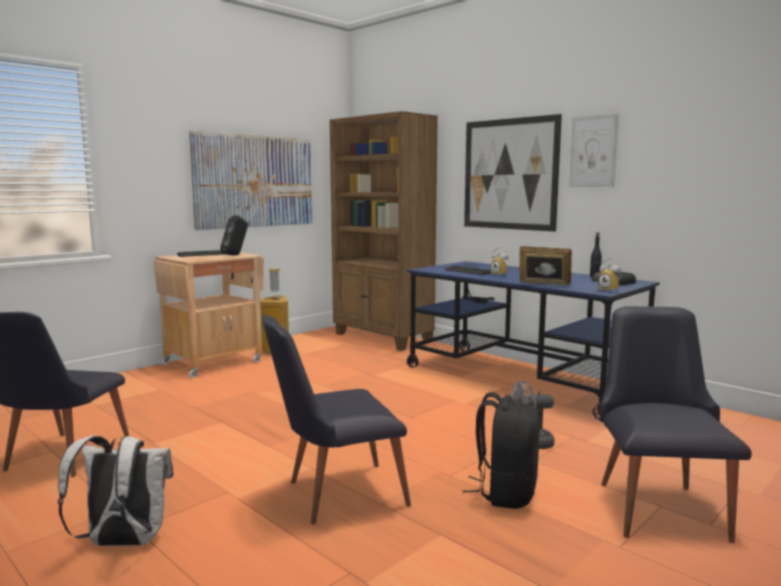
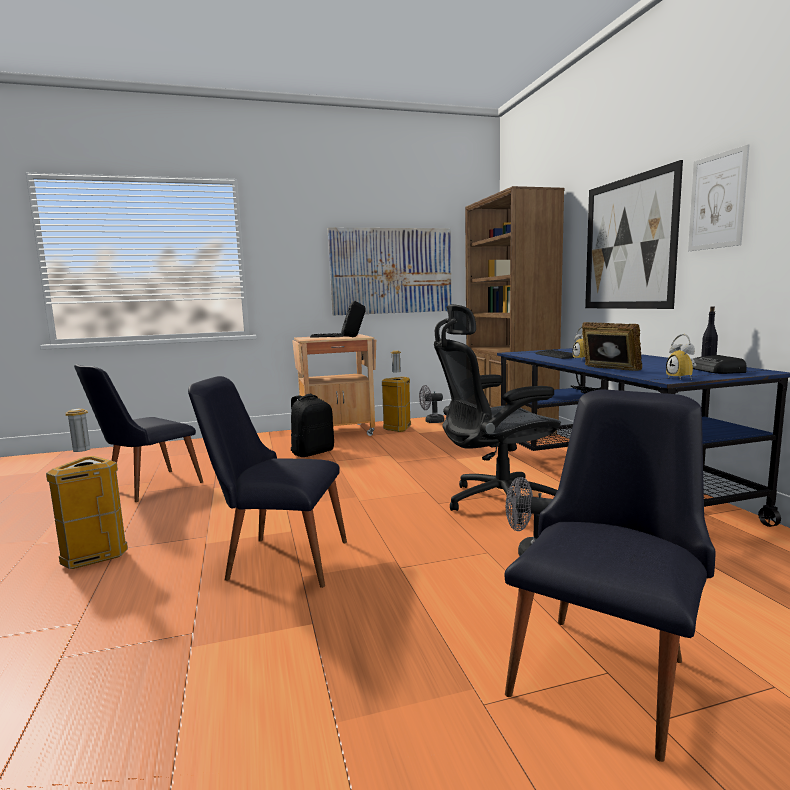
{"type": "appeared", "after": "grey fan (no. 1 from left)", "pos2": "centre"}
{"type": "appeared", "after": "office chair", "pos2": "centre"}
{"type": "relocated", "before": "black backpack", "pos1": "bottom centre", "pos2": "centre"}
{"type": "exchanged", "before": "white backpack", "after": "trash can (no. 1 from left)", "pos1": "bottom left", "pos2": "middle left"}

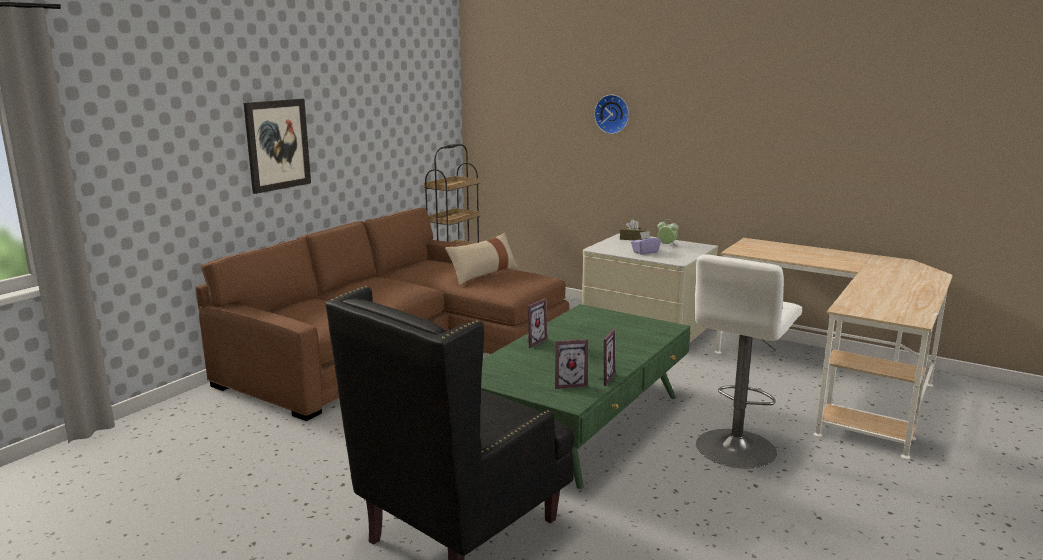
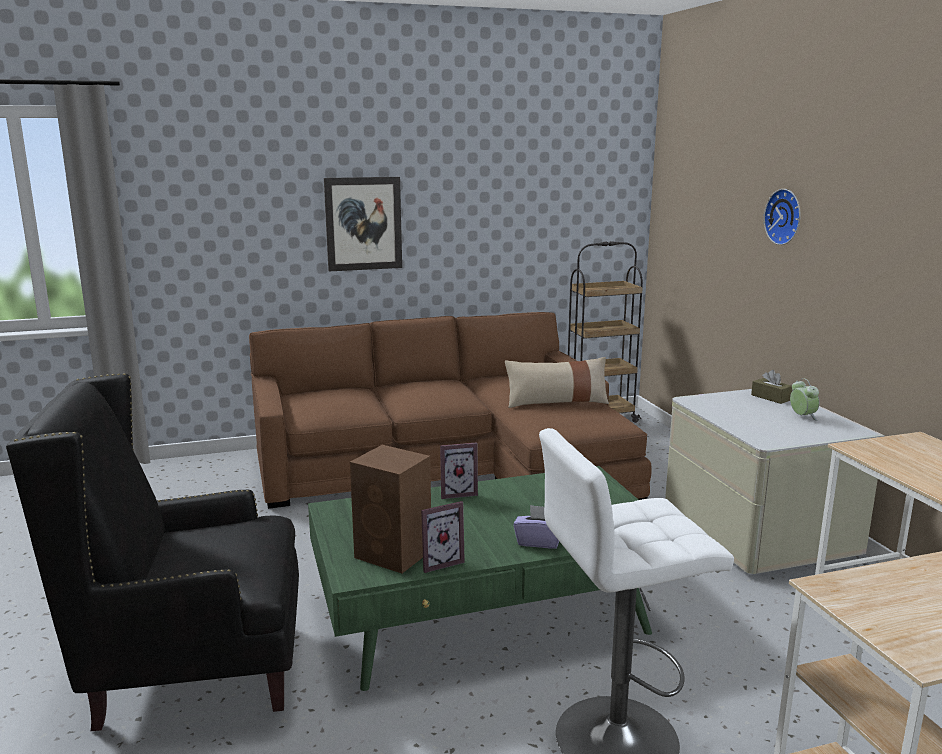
{"type": "relocated", "before": "purple tissue box", "pos1": "centre", "pos2": "bottom centre"}
{"type": "exchanged", "before": "picture frame (no. 2 from left)", "after": "brown speaker", "pos1": "centre", "pos2": "bottom centre"}

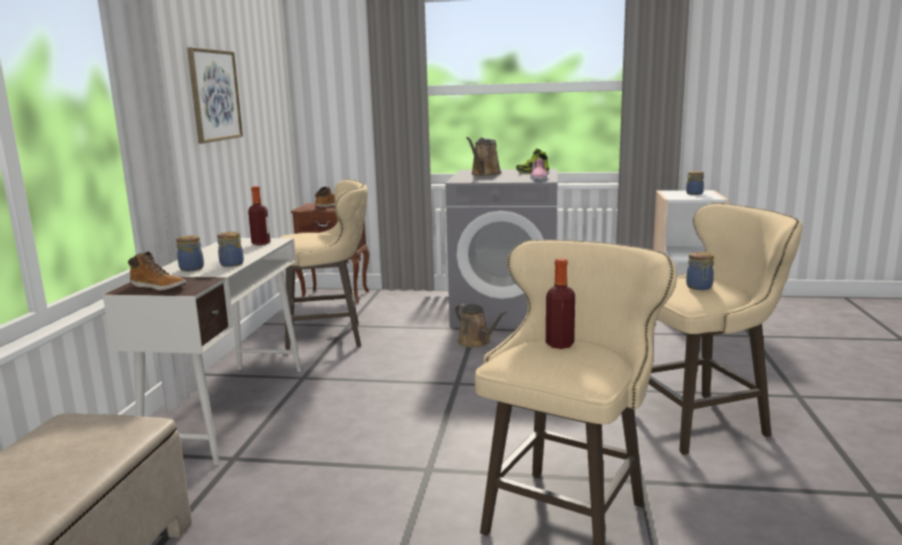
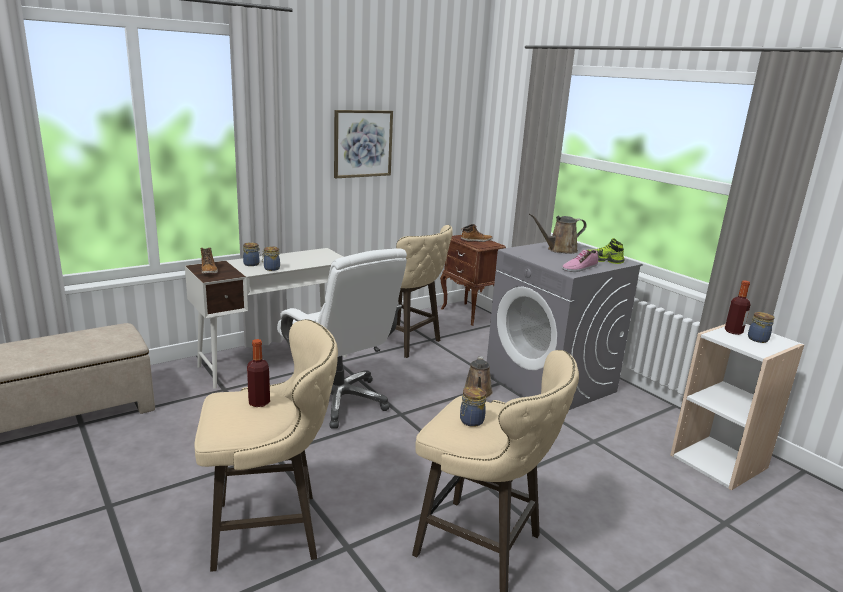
{"type": "appeared", "after": "white office chair", "pos2": "centre"}
{"type": "relocated", "before": "bottle (no. 1 from left in the first image)", "after": "bottle (no. 2 from left)", "pos1": "middle left", "pos2": "middle right"}

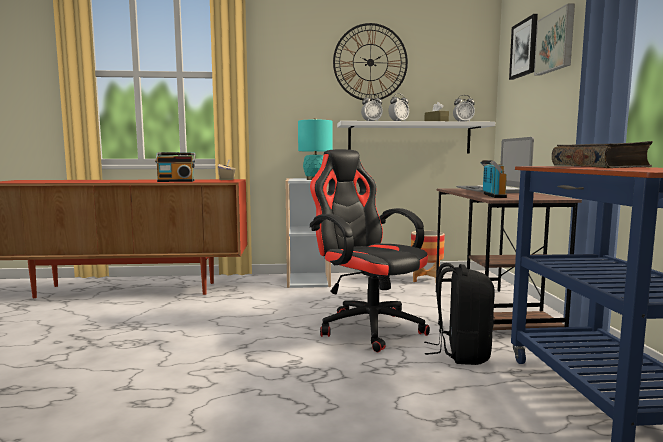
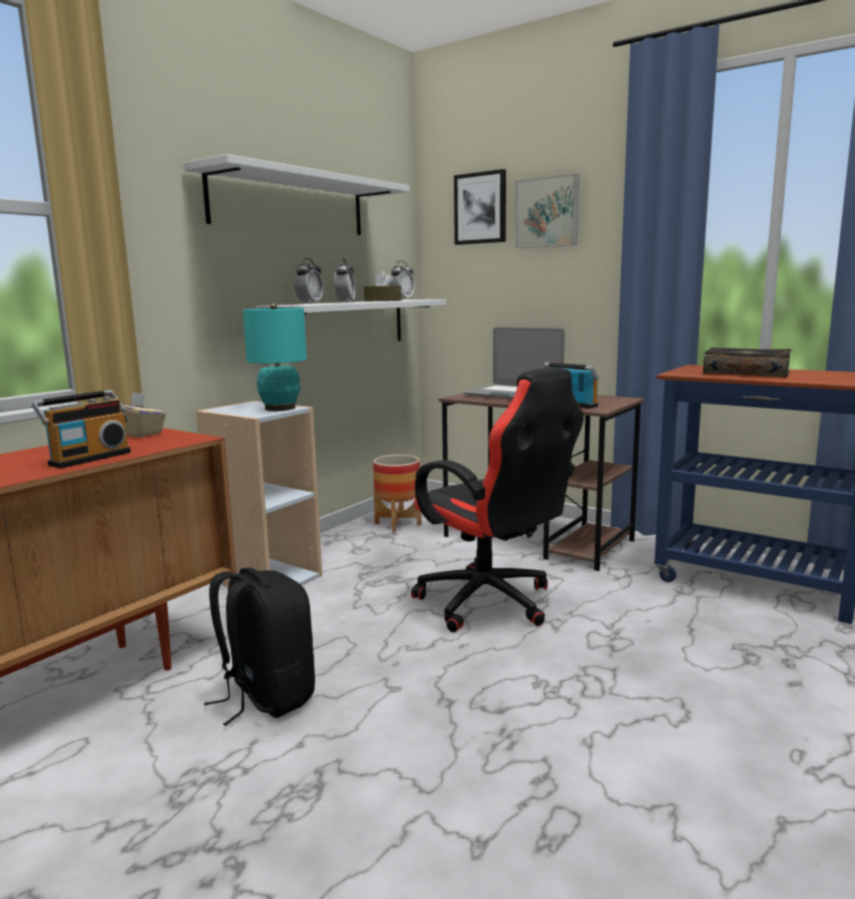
{"type": "relocated", "before": "black backpack", "pos1": "bottom right", "pos2": "bottom left"}
{"type": "exchanged", "before": "wall clock", "after": "white shelf (no. 1 from left)", "pos1": "top centre", "pos2": "top centre"}
{"type": "spun", "before": "black office chair", "pos1": "centre", "pos2": "centre", "turn": -135}

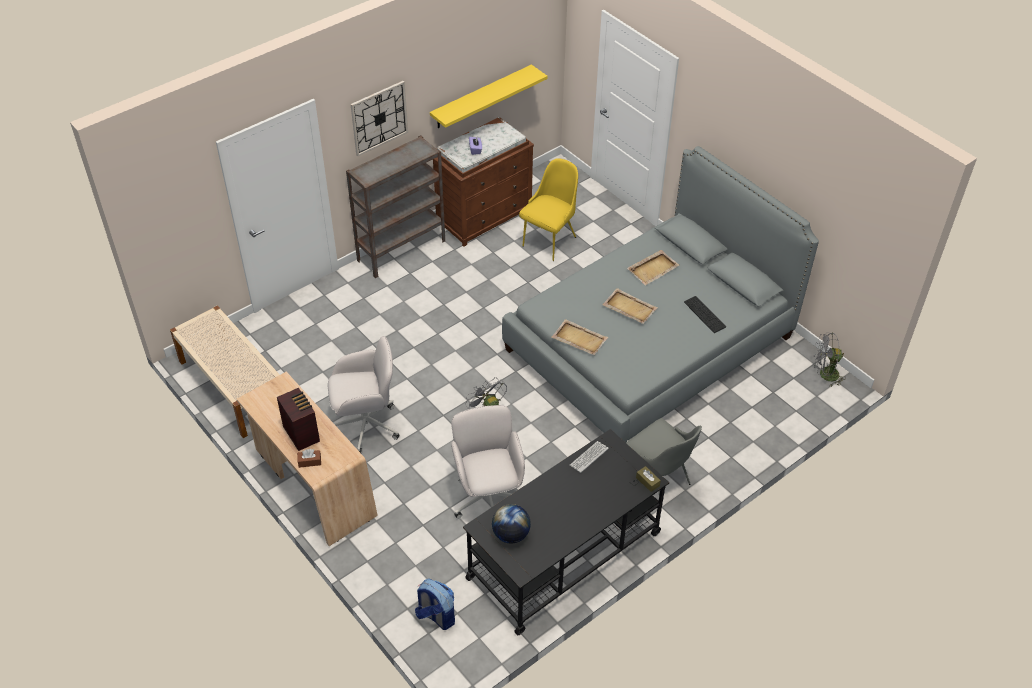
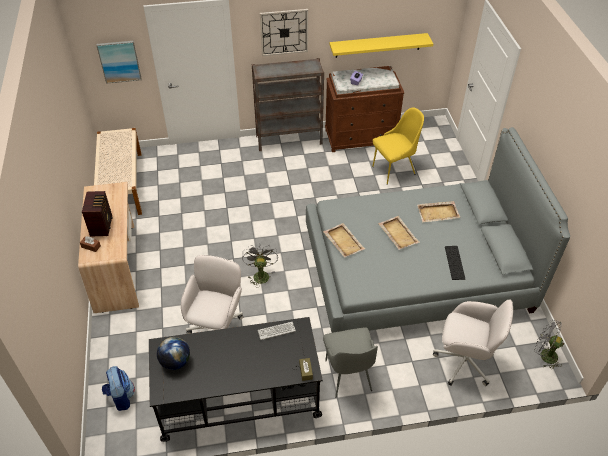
{"type": "appeared", "after": "picture", "pos2": "top left"}
{"type": "relocated", "before": "white office chair (no. 1 from left in the first image)", "after": "white office chair (no. 2 from left)", "pos1": "centre", "pos2": "bottom right"}

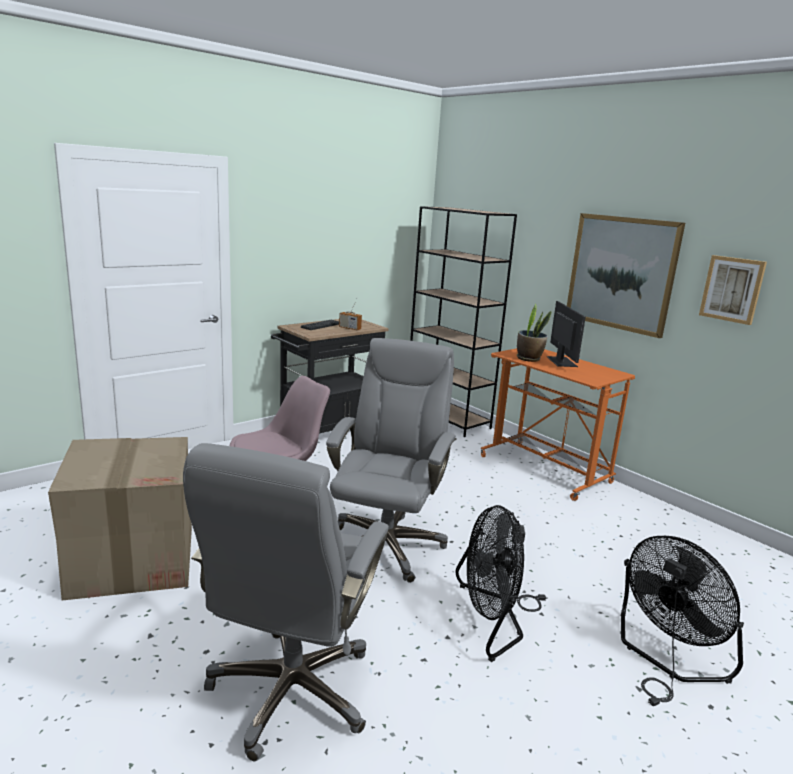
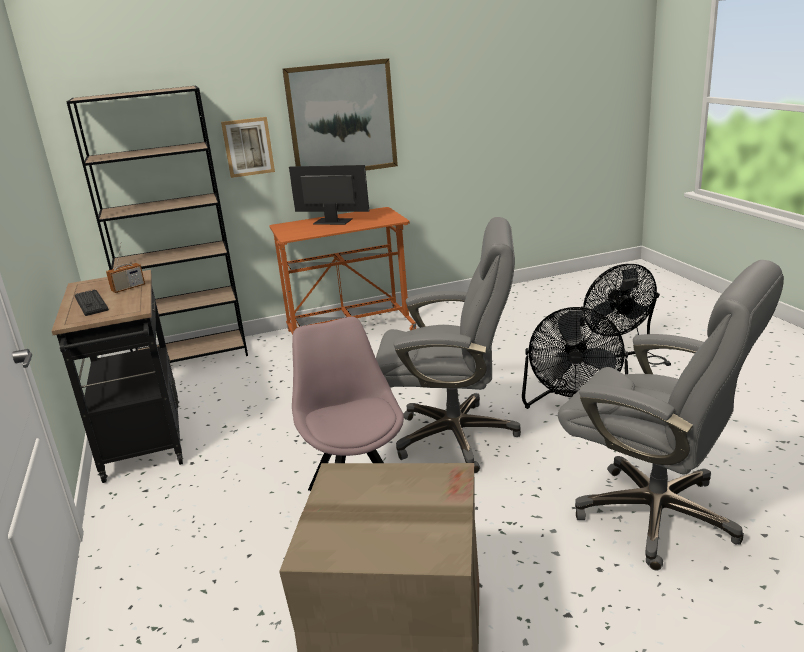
{"type": "missing", "before": "potted plant", "pos1": "middle right"}
{"type": "relocated", "before": "picture (no. 2 from left in the first image)", "after": "picture (no. 1 from left)", "pos1": "middle right", "pos2": "top left"}
{"type": "spun", "before": "grey office chair (no. 2 from left in the first image)", "pos1": "centre", "pos2": "centre", "turn": 150}

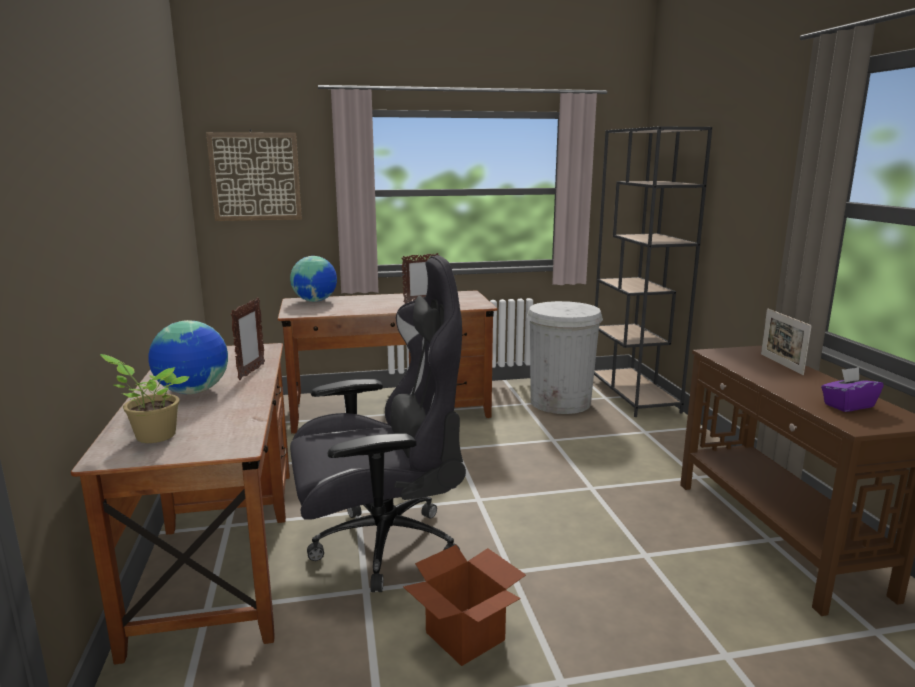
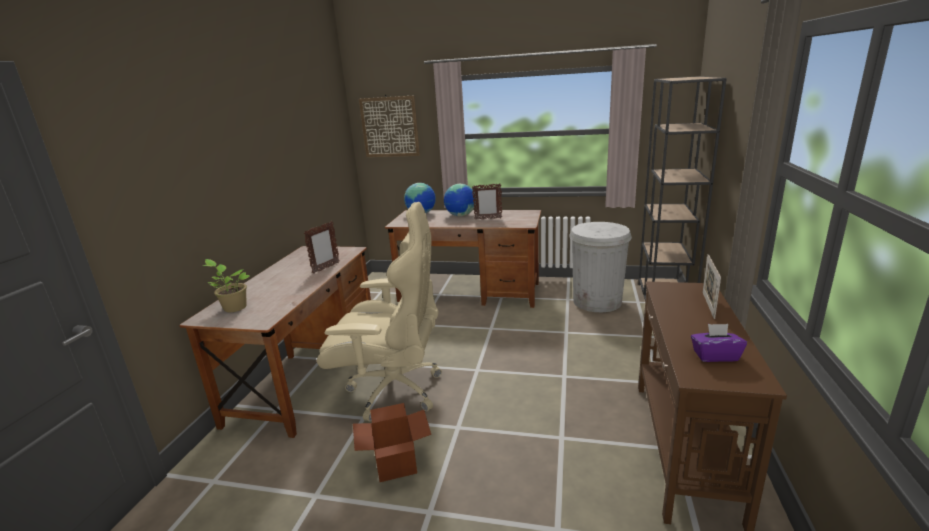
{"type": "relocated", "before": "globe (no. 1 from left in the first image)", "after": "globe (no. 2 from left)", "pos1": "middle left", "pos2": "centre"}
{"type": "colour", "before": "black office chair", "after": "beige office chair", "pos1": "centre", "pos2": "centre"}

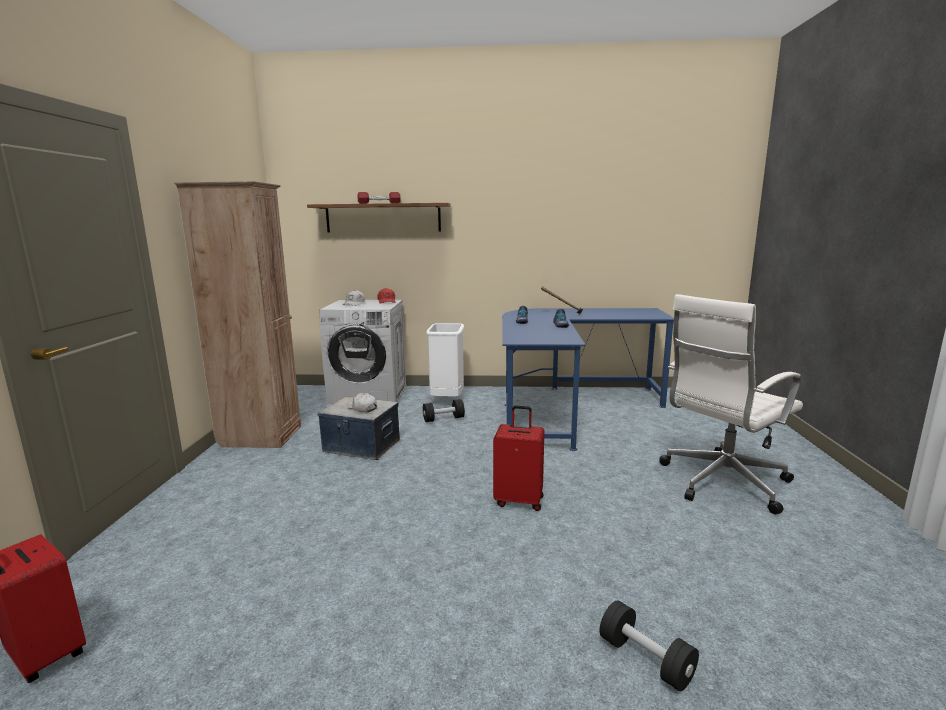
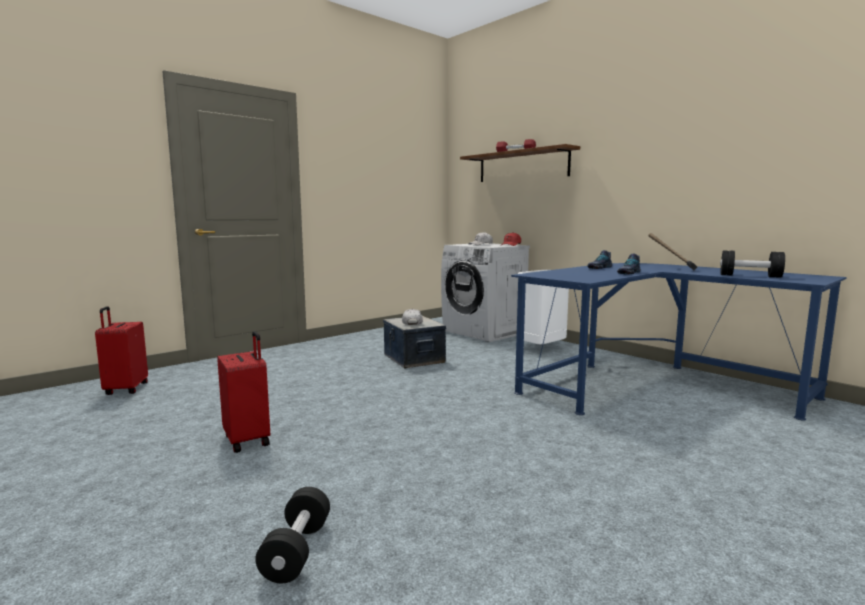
{"type": "missing", "before": "brown cabinet", "pos1": "middle left"}
{"type": "missing", "before": "white office chair", "pos1": "middle right"}
{"type": "relocated", "before": "black dumbbell (no. 1 from left in the first image)", "after": "black dumbbell (no. 2 from left)", "pos1": "centre", "pos2": "middle right"}
{"type": "relocated", "before": "red suitcase (no. 2 from left)", "pos1": "centre", "pos2": "middle left"}

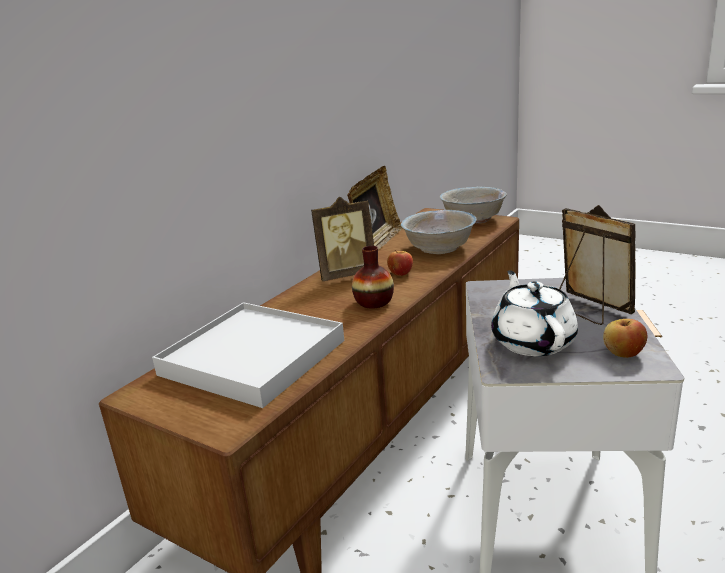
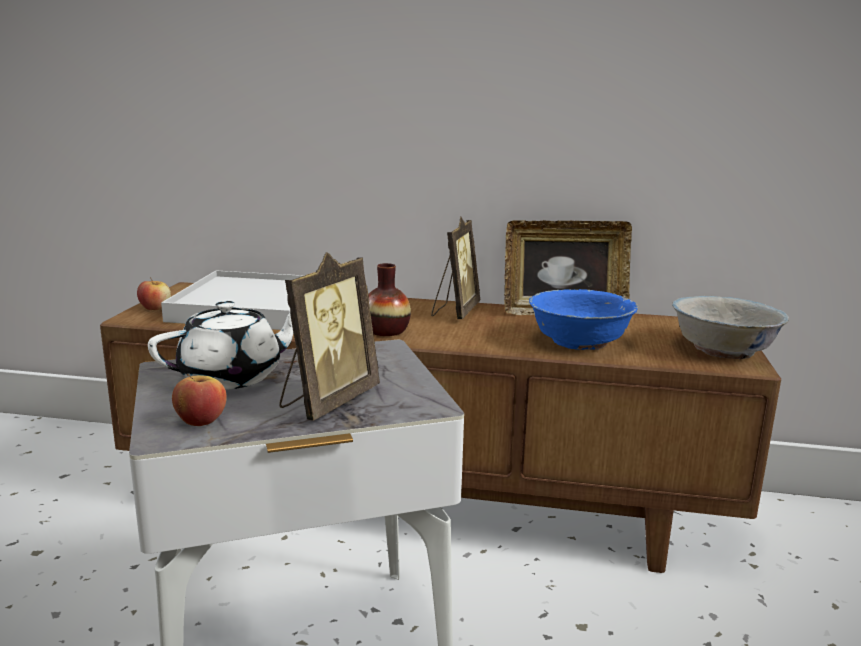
{"type": "relocated", "before": "apple (no. 1 from left)", "pos1": "centre", "pos2": "middle left"}
{"type": "colour", "before": "white bowl (no. 1 from left)", "after": "blue bowl", "pos1": "centre", "pos2": "middle right"}
{"type": "spun", "before": "picture frame (no. 1 from left in the first image)", "pos1": "centre", "pos2": "centre", "turn": -120}

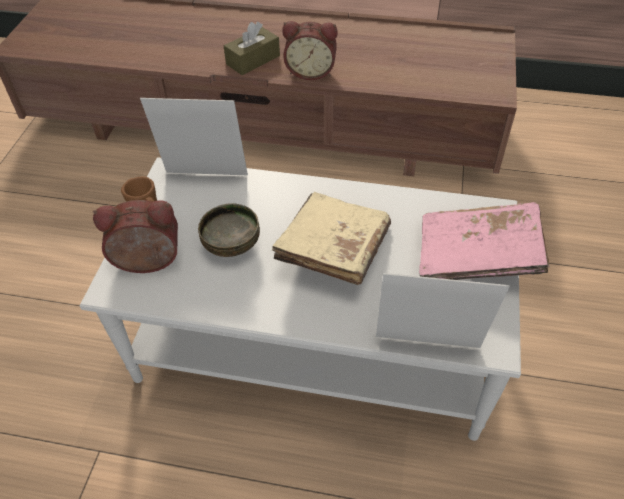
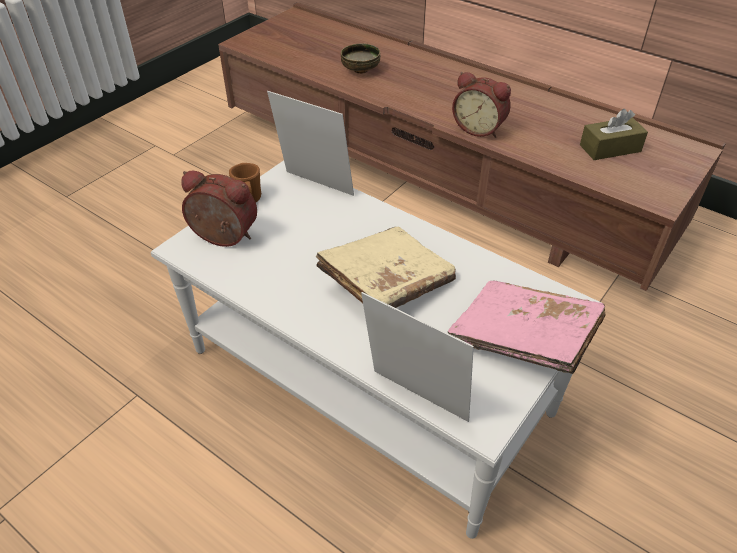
{"type": "relocated", "before": "bowl", "pos1": "centre", "pos2": "top centre"}
{"type": "relocated", "before": "brown tissue box", "pos1": "top centre", "pos2": "top right"}

